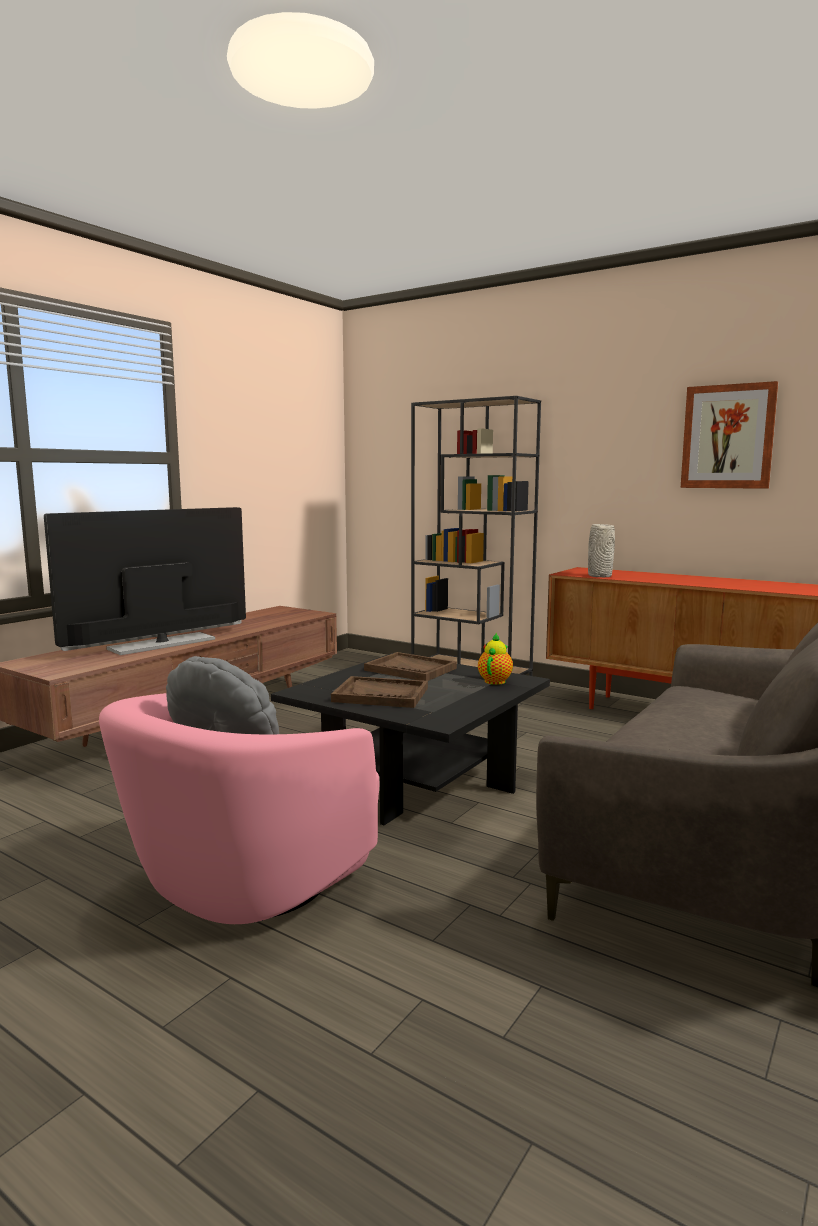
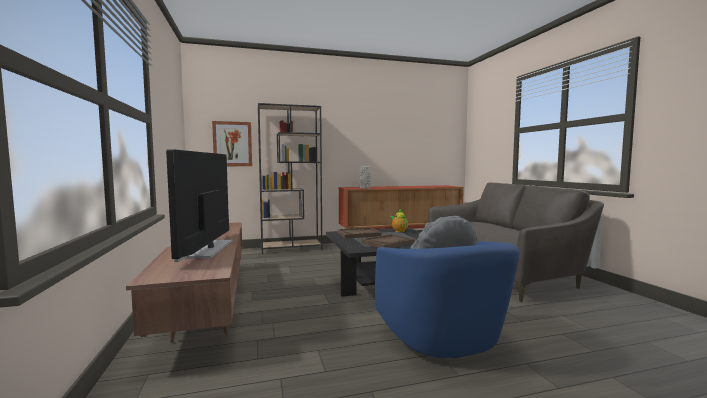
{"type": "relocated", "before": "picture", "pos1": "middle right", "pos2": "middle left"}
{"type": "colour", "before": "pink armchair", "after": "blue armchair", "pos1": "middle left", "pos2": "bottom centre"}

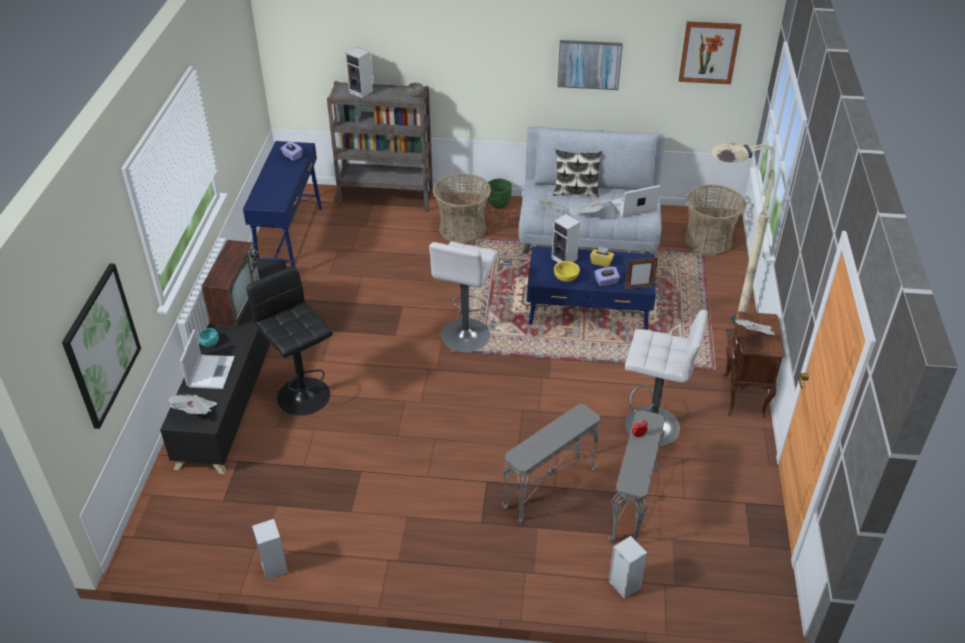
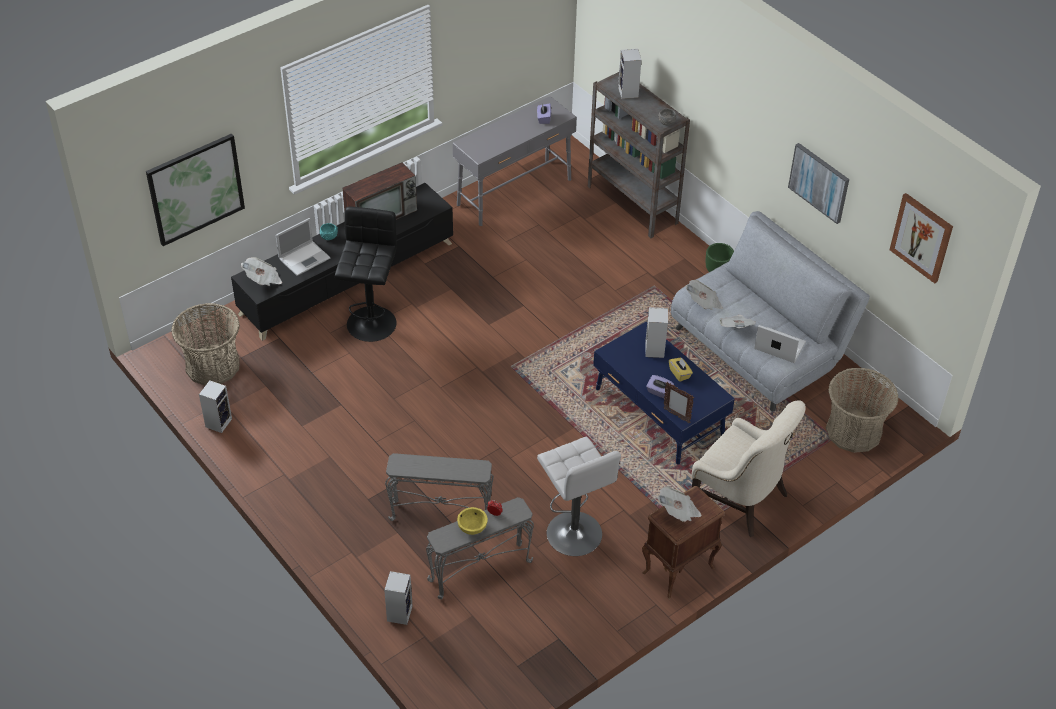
{"type": "missing", "before": "white stool (no. 1 from left)", "pos1": "centre"}
{"type": "missing", "before": "pillow", "pos1": "top centre"}
{"type": "relocated", "before": "basket (no. 1 from left)", "pos1": "top centre", "pos2": "middle left"}
{"type": "relocated", "before": "yellow bowl", "pos1": "centre", "pos2": "bottom centre"}
{"type": "exchanged", "before": "beige floor lamp", "after": "beige armchair", "pos1": "middle right", "pos2": "middle right"}
{"type": "colour", "before": "blue console table", "after": "grey console table", "pos1": "top left", "pos2": "top centre"}

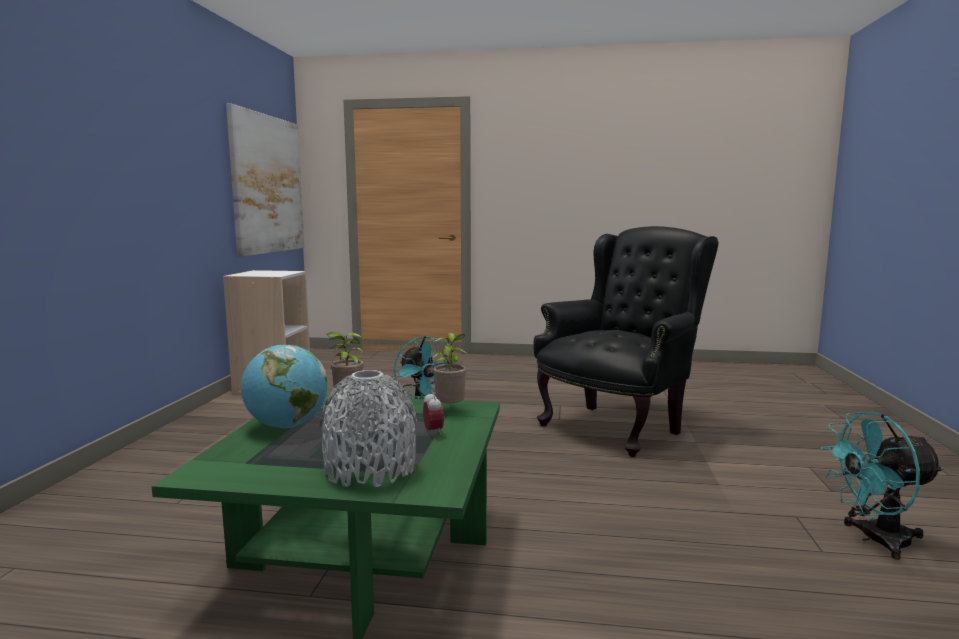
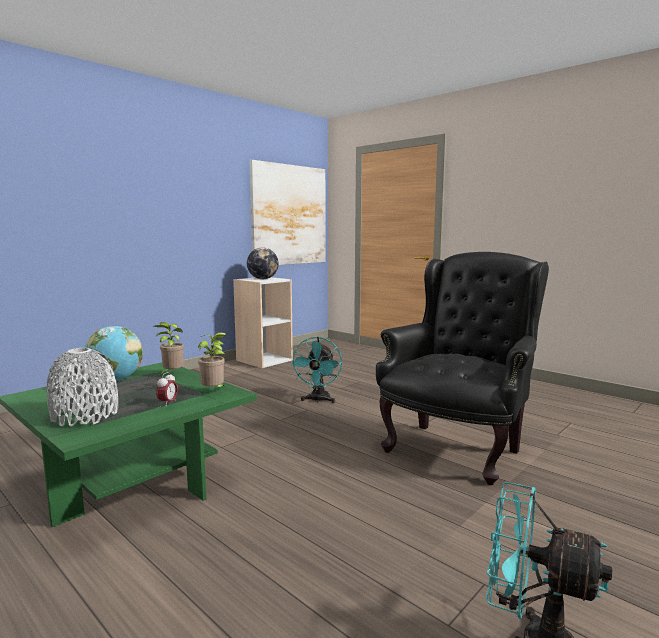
{"type": "appeared", "after": "globe (no. 2 from left)", "pos2": "centre"}
{"type": "spun", "before": "black armchair", "pos1": "centre", "pos2": "middle right", "turn": -45}

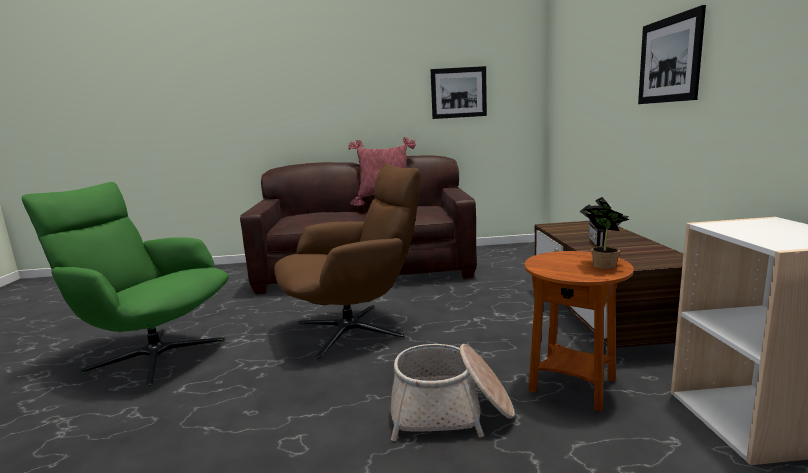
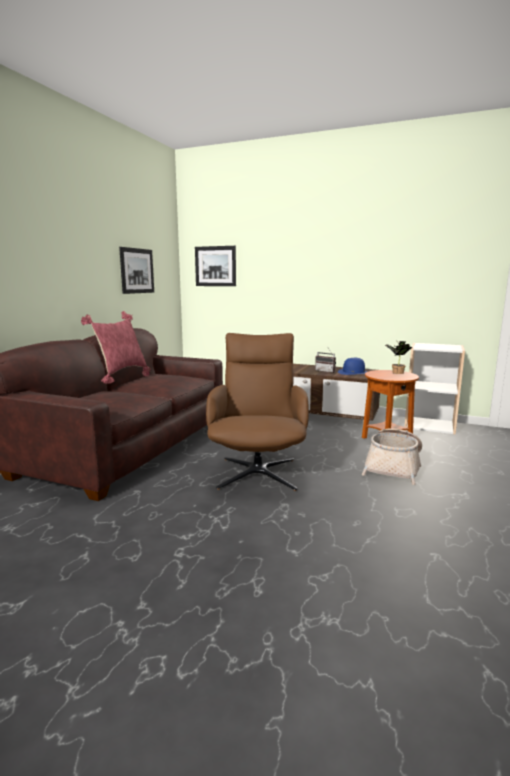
{"type": "missing", "before": "green armchair", "pos1": "middle left"}
{"type": "appeared", "after": "blue hat", "pos2": "middle right"}
{"type": "relocated", "before": "picture (no. 2 from left)", "pos1": "top right", "pos2": "centre"}

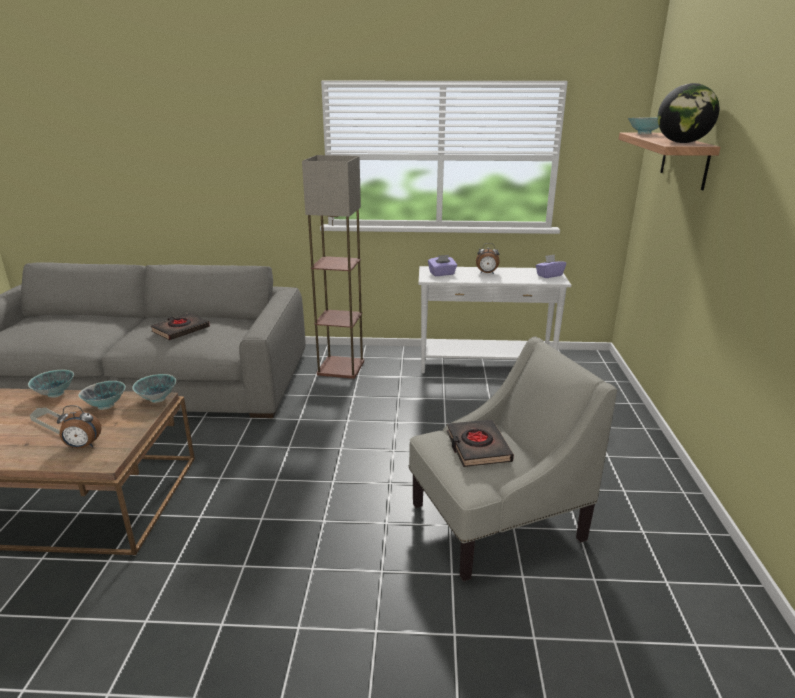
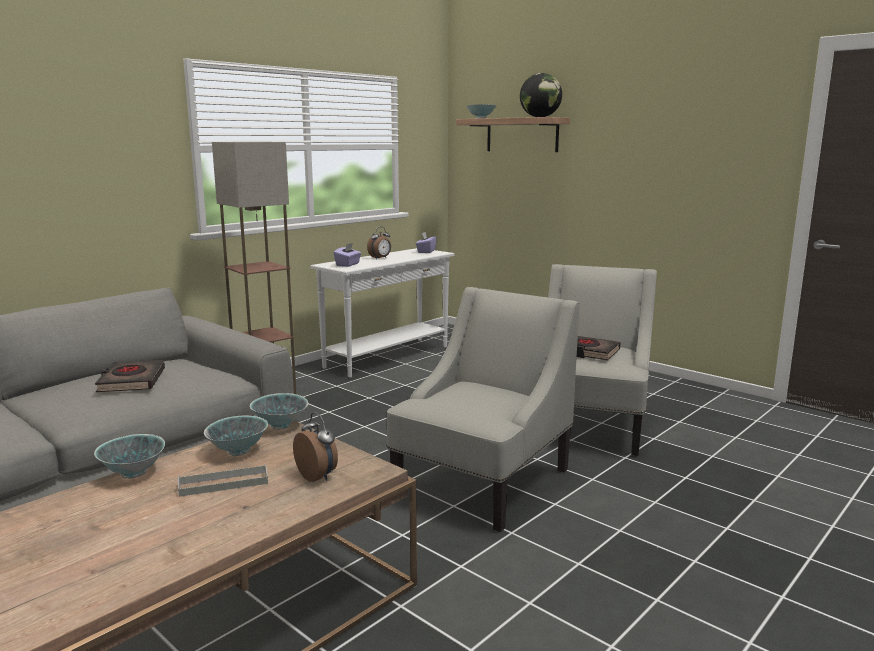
{"type": "appeared", "after": "grey armchair (no. 1 from left)", "pos2": "centre"}
{"type": "spun", "before": "alarm clock (no. 1 from left)", "pos1": "middle left", "pos2": "bottom centre", "turn": -75}

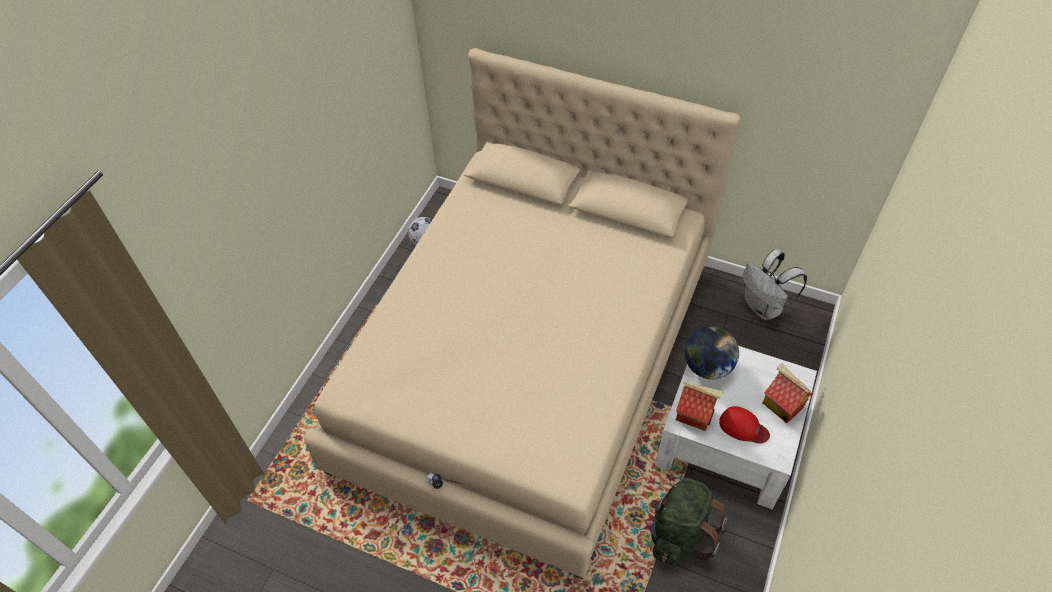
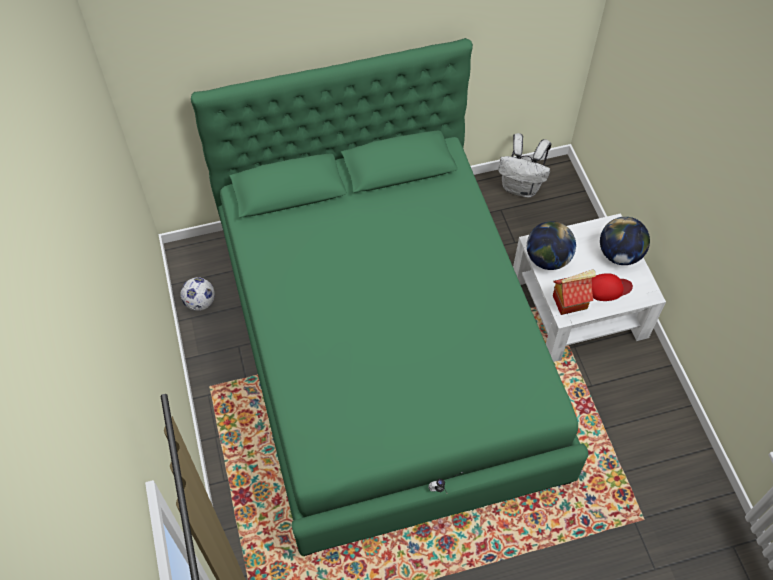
{"type": "missing", "before": "green backpack", "pos1": "bottom centre"}
{"type": "exchanged", "before": "toy house (no. 2 from left)", "after": "globe (no. 2 from left)", "pos1": "middle right", "pos2": "middle right"}
{"type": "colour", "before": "beige bed", "after": "green bed", "pos1": "centre", "pos2": "centre"}

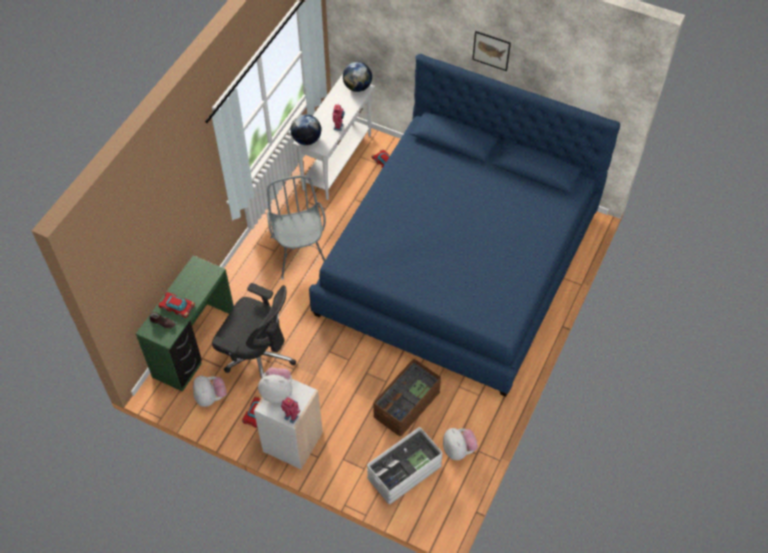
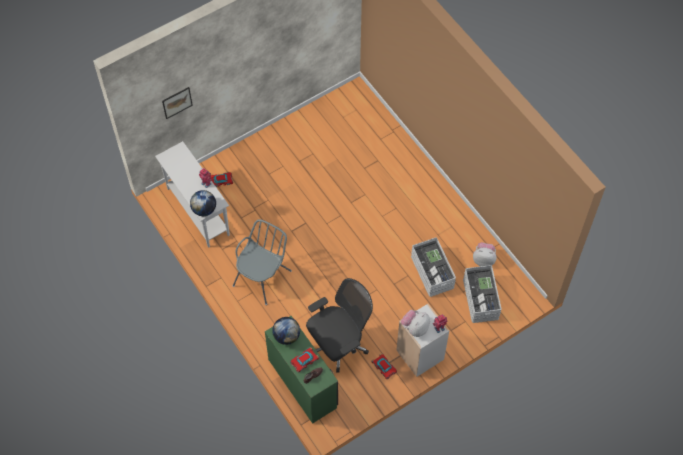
{"type": "missing", "before": "plush toy (no. 1 from left)", "pos1": "bottom left"}
{"type": "missing", "before": "blue bed", "pos1": "centre"}
{"type": "relocated", "before": "globe (no. 2 from left)", "pos1": "top centre", "pos2": "bottom centre"}
{"type": "relocated", "before": "picture", "pos1": "top centre", "pos2": "top left"}
{"type": "colour", "before": "brown storage box", "after": "white storage box (no. 1 from left)", "pos1": "bottom centre", "pos2": "centre"}
{"type": "spun", "before": "grey chair", "pos1": "centre", "pos2": "centre", "turn": 105}

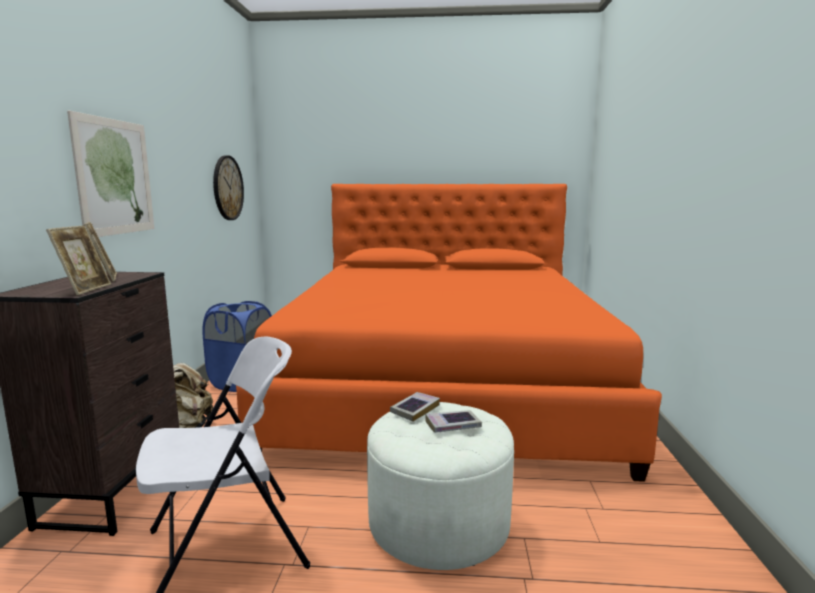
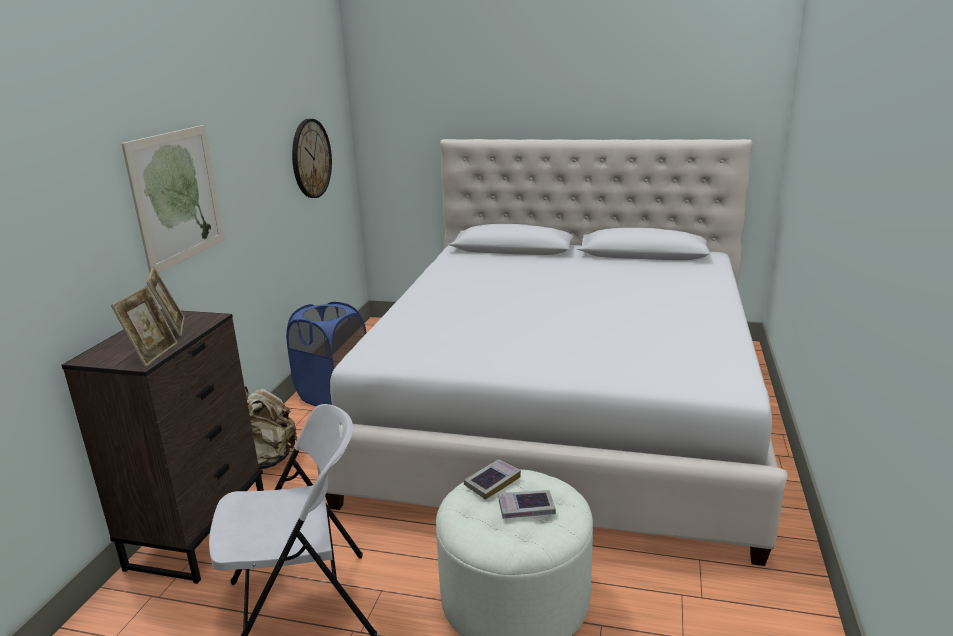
{"type": "colour", "before": "orange bed", "after": "white bed", "pos1": "centre", "pos2": "centre"}

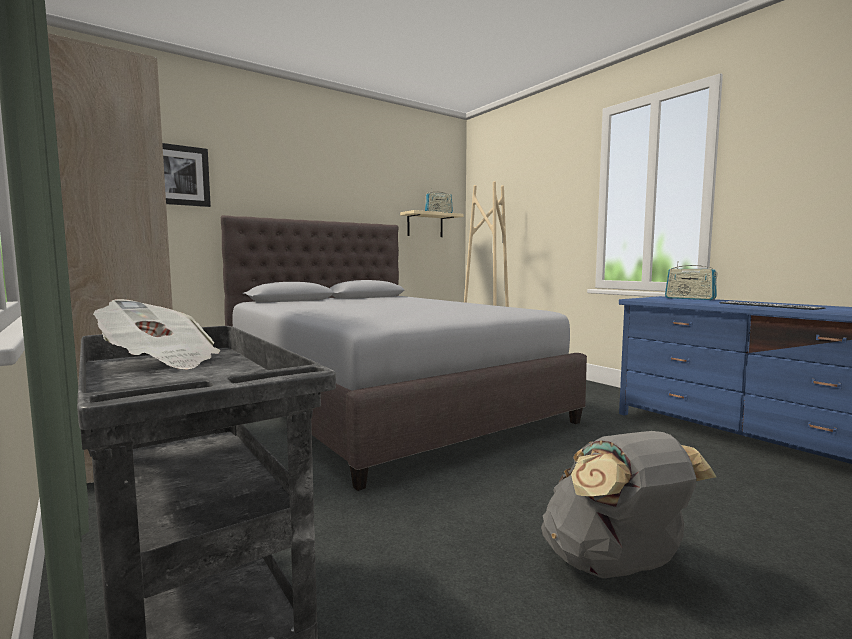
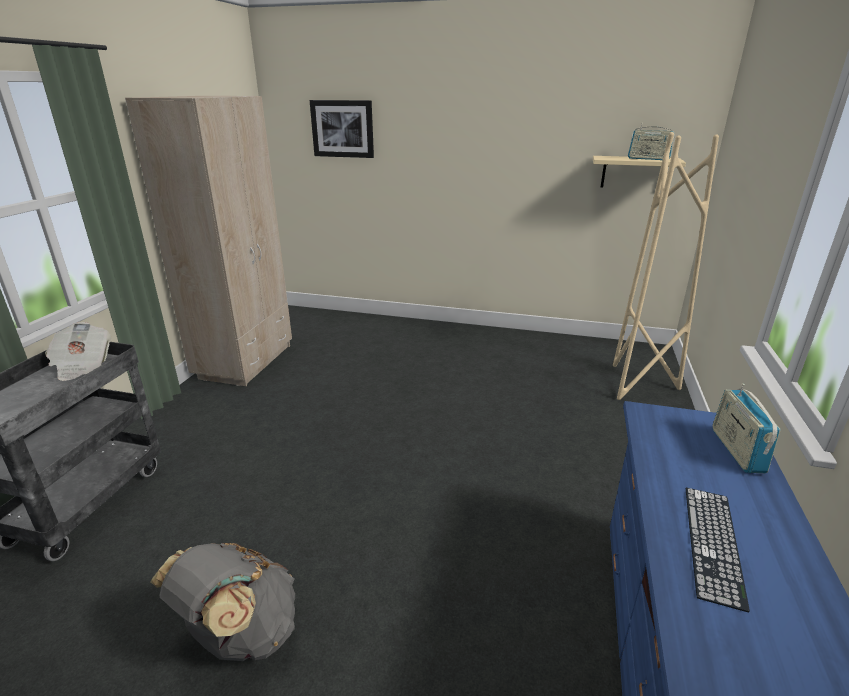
{"type": "missing", "before": "grey bed", "pos1": "centre"}

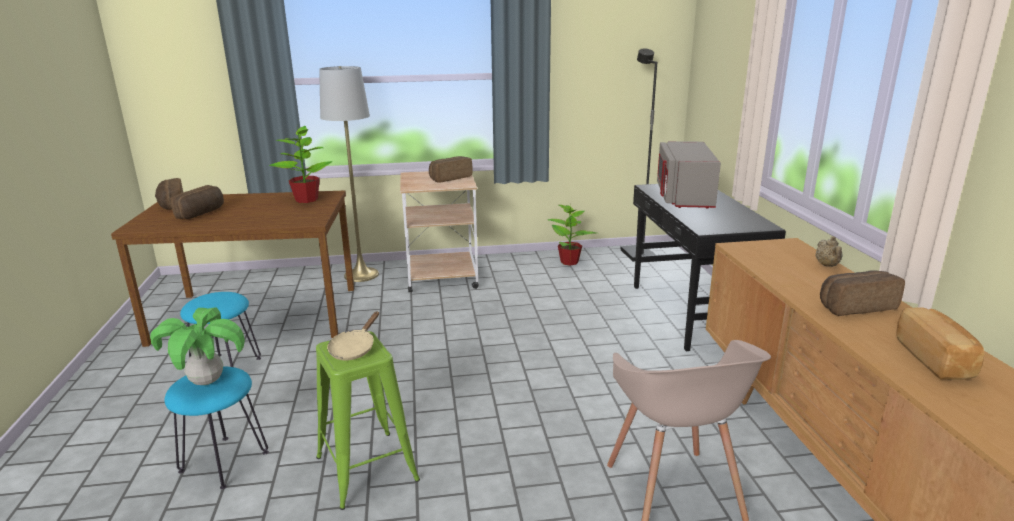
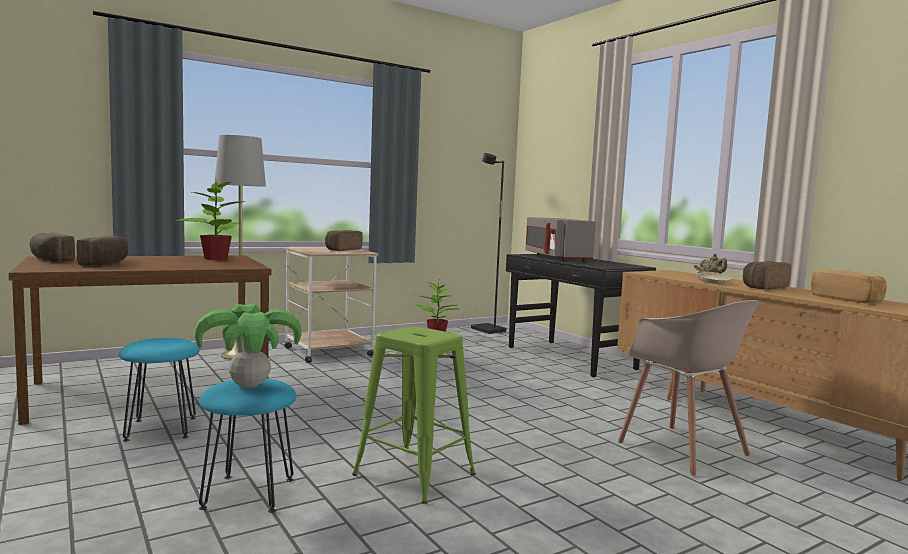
{"type": "relocated", "before": "beige frying pan", "pos1": "centre", "pos2": "middle right"}

